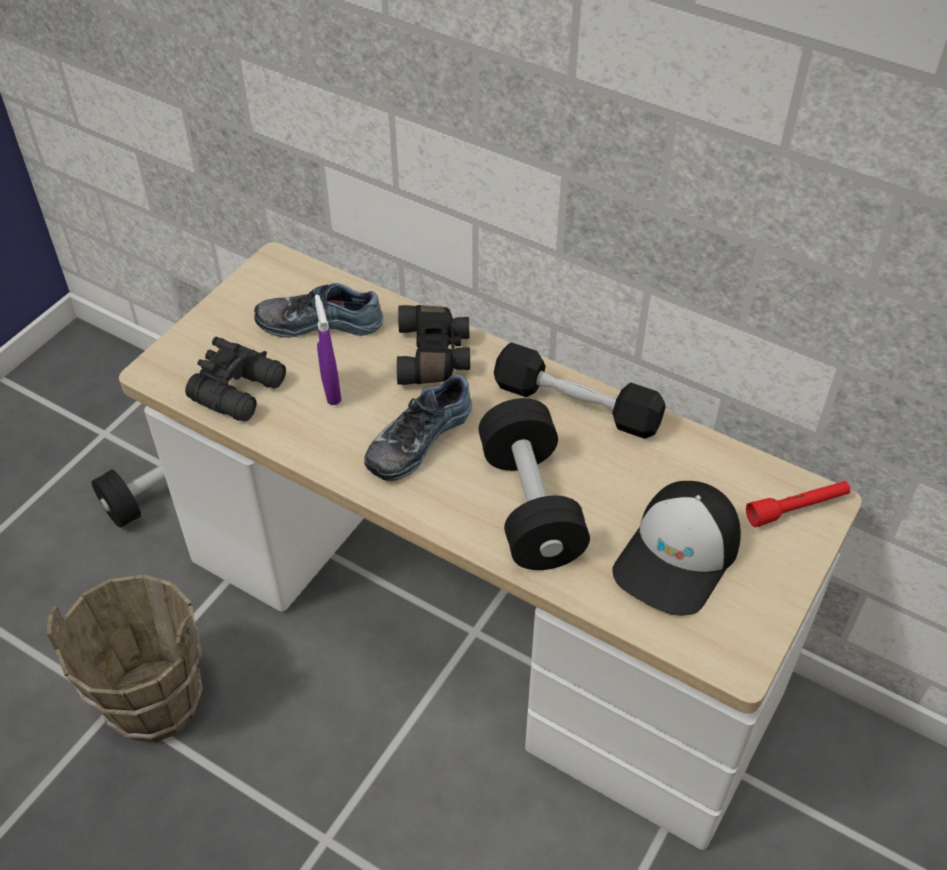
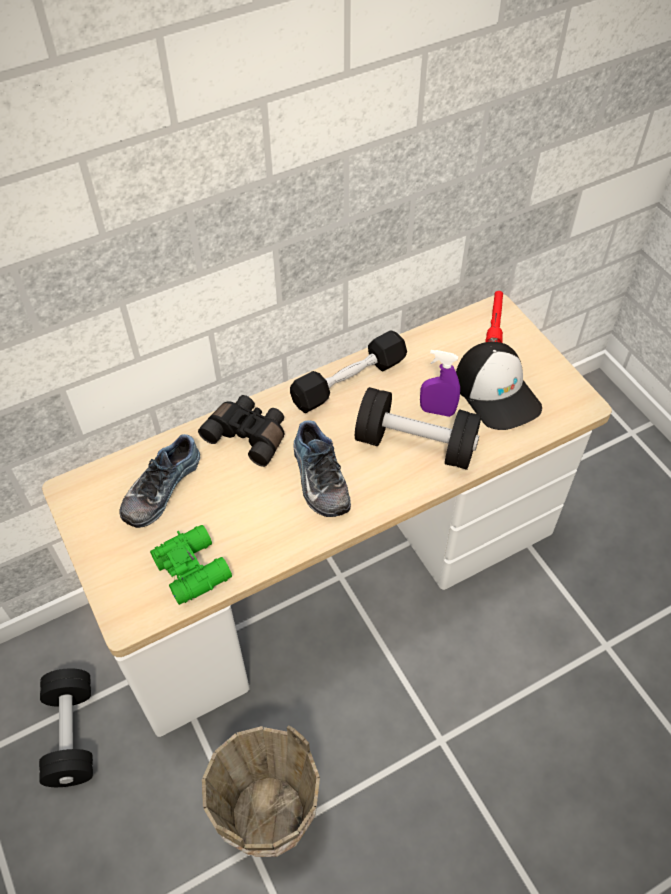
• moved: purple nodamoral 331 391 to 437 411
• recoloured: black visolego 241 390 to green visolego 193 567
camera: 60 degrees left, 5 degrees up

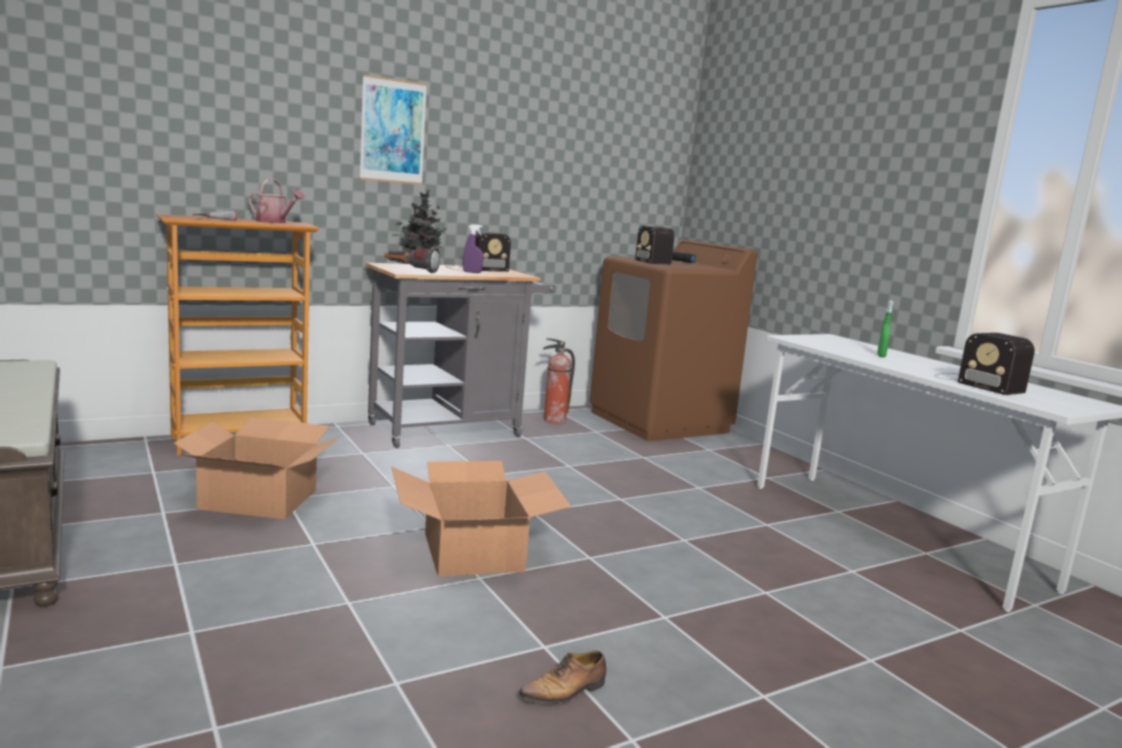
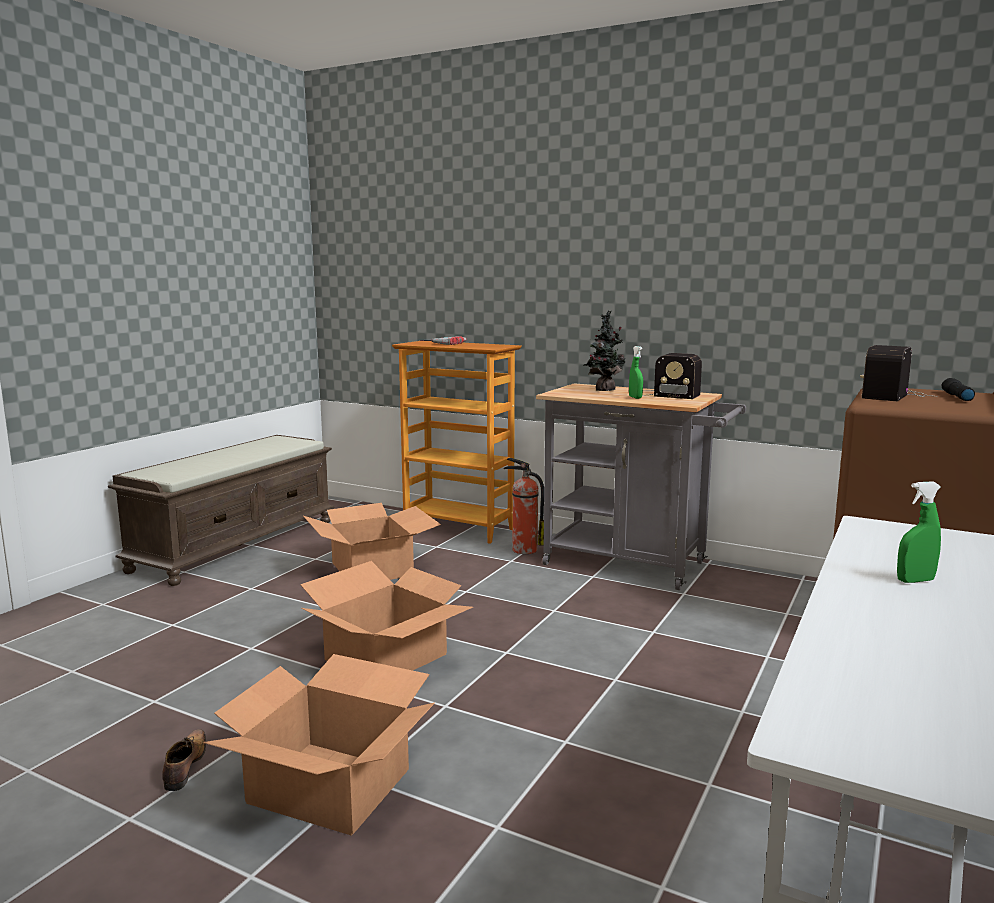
• removed: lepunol 393 131
• removed: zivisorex 275 222
• recoloured: purple nodamoral 472 272 to green nodamoral 635 397
• removed: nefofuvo 410 270
• removed: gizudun 975 383
• moved: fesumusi 553 420 to 523 549
• turned: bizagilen 565 691 = 185 766 60 degrees clockwise
• added: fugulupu 330 785
camera: 60 degrees right, 0 degrees up

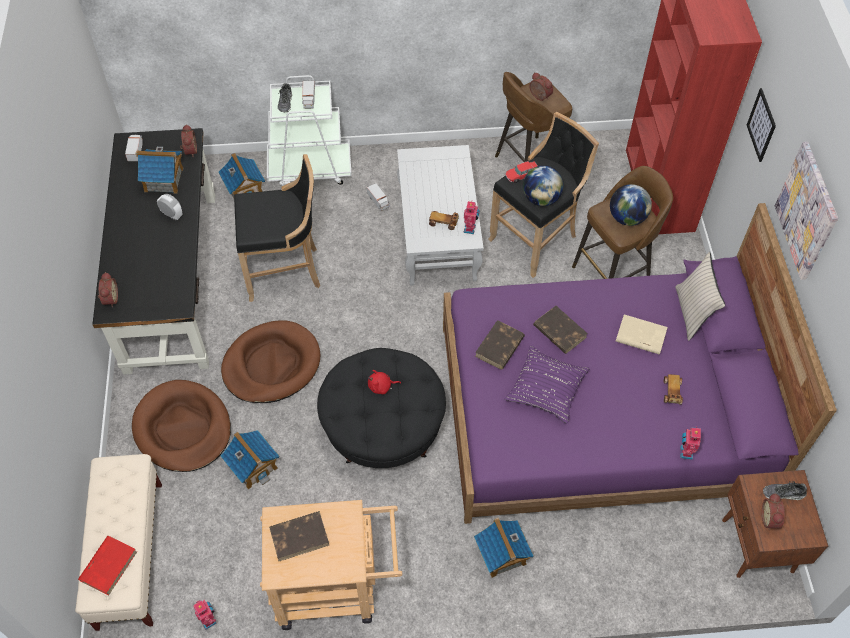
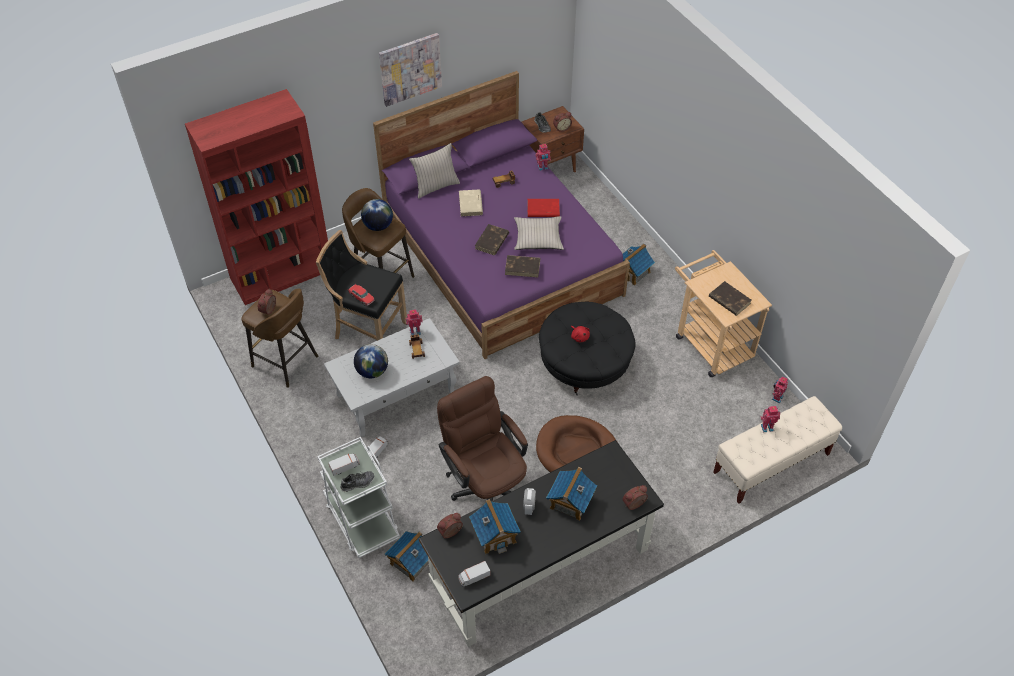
• removed: lepunol 761 125
• replaced: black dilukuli 285 271 to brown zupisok 485 484
• moved: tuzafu 541 199 to 372 371
• recoloured: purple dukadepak 546 388 to beige dukadepak 538 238
• removed: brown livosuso 183 428
• moved: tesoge 253 466 to 570 502
• moved: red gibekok 108 565 to 543 210
• added: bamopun 766 427
camera: 115 degrees left, 5 degrees down

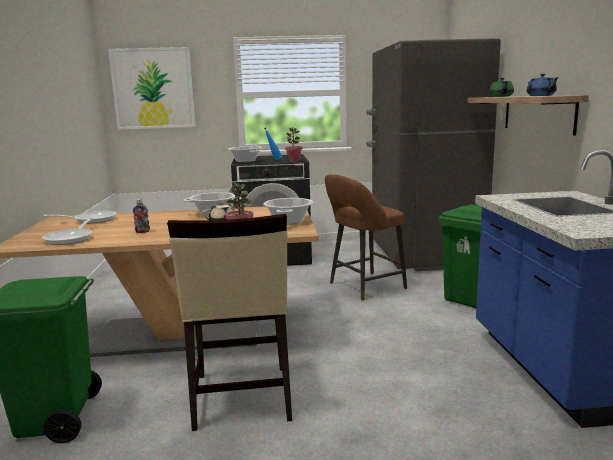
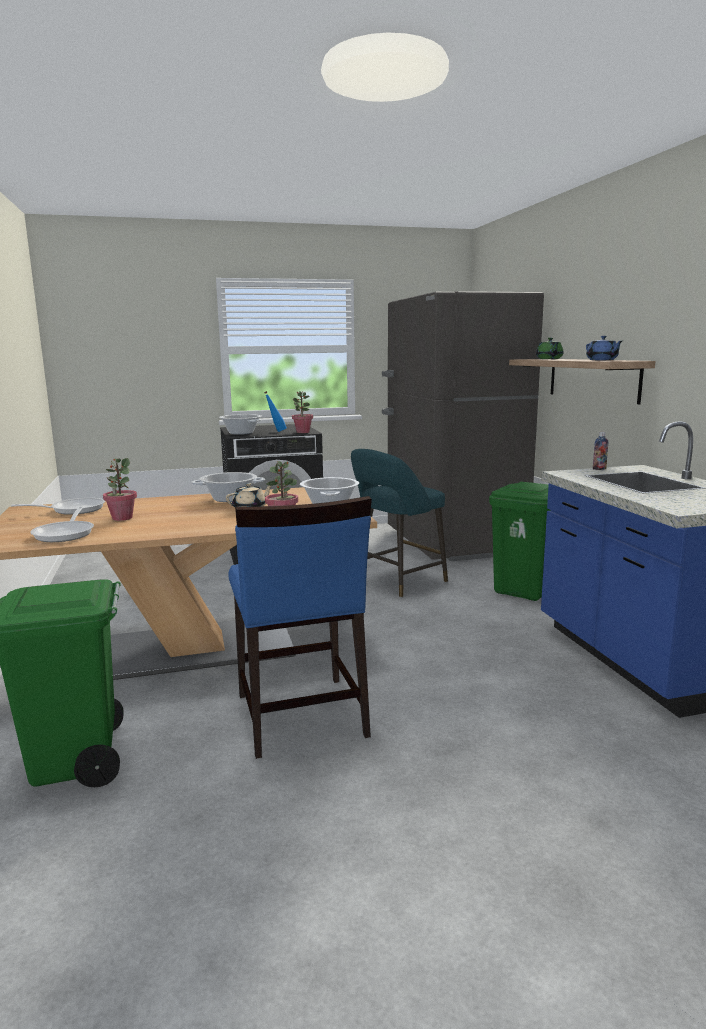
• removed: lepunol 153 88
• recoloured: brown dilukuli 363 287 to turquoise dilukuli 397 582
• moved: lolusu 142 232 to 599 469
• recoloured: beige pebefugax 241 397 to blue pebefugax 300 716
• added: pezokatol 122 518
camera: 10 degrees left, 0 degrees up

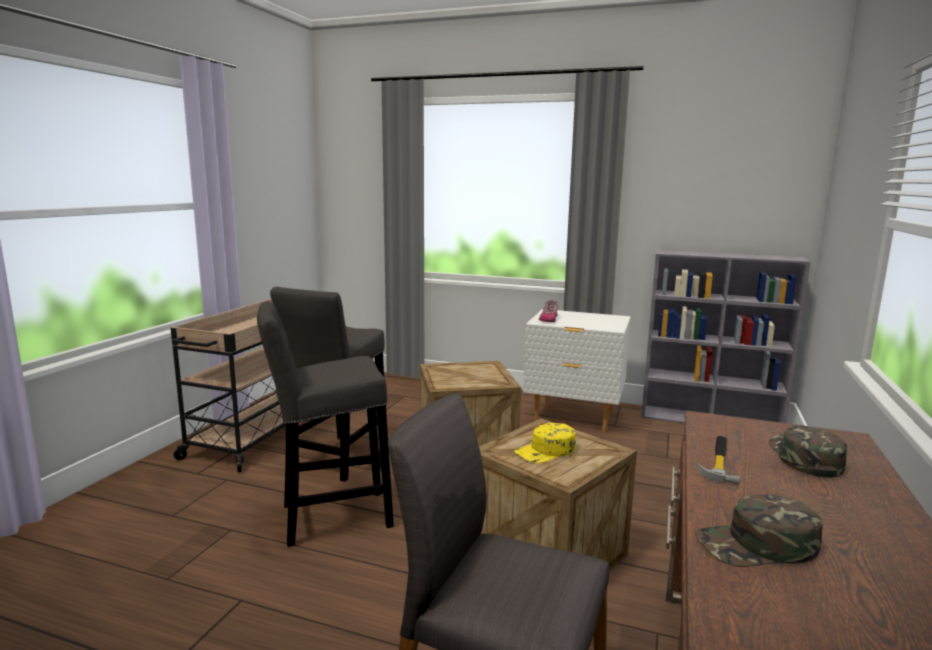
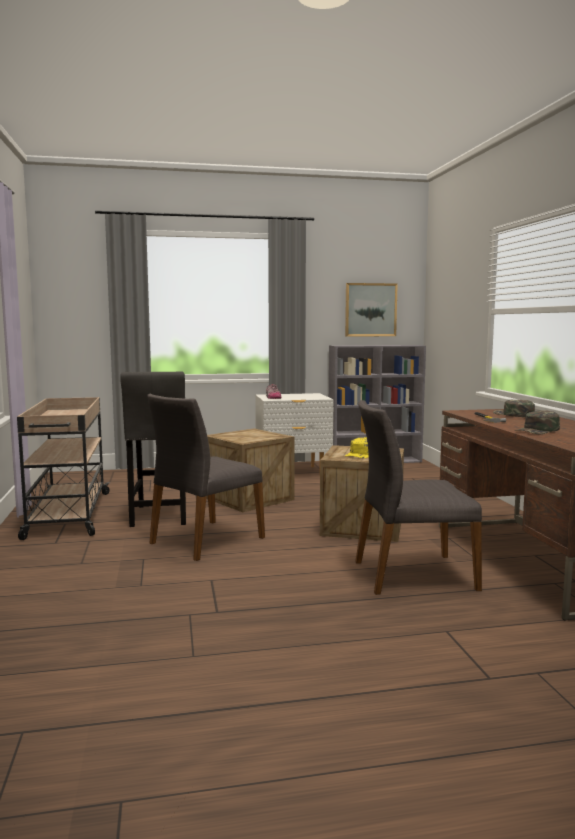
• replaced: grey dilukuli 329 517 to grey pebefugax 205 540
• added: lepunol 370 310
camera: 30 degrees left, 5 degrees down

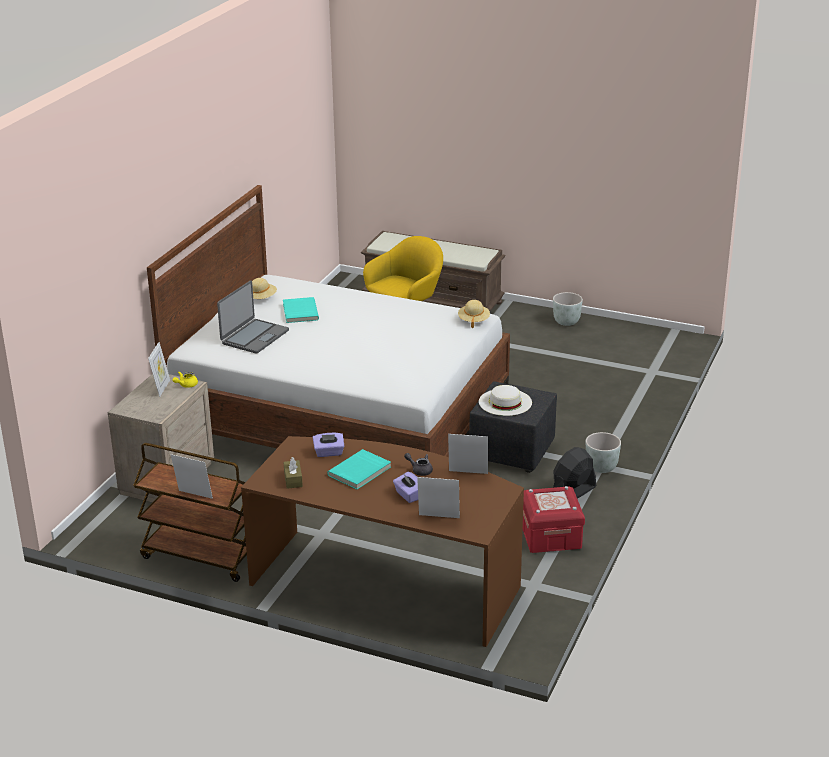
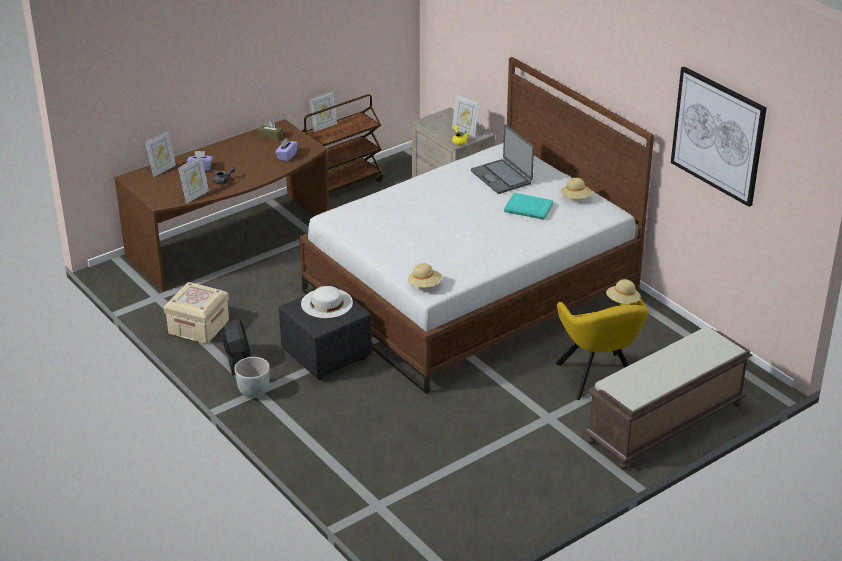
• removed: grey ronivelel 566 322
• removed: turquoise gibekok 360 471
• recoloured: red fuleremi 550 536 to beige fuleremi 199 327
• added: lepunol 718 135
• added: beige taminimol 622 301
camera: 120 degrees right, 5 degrees up

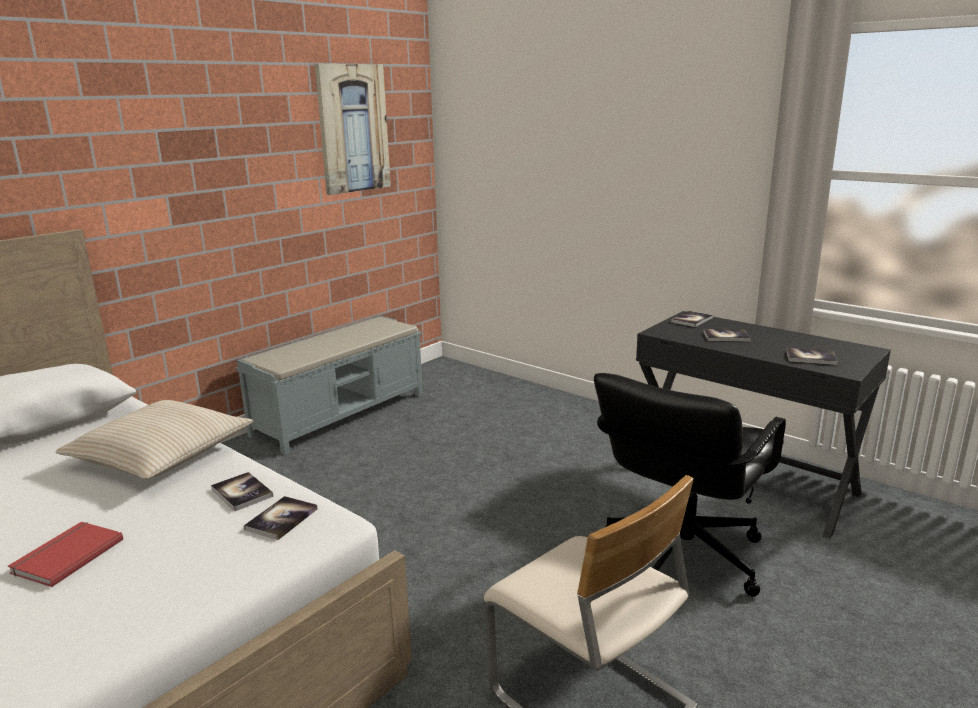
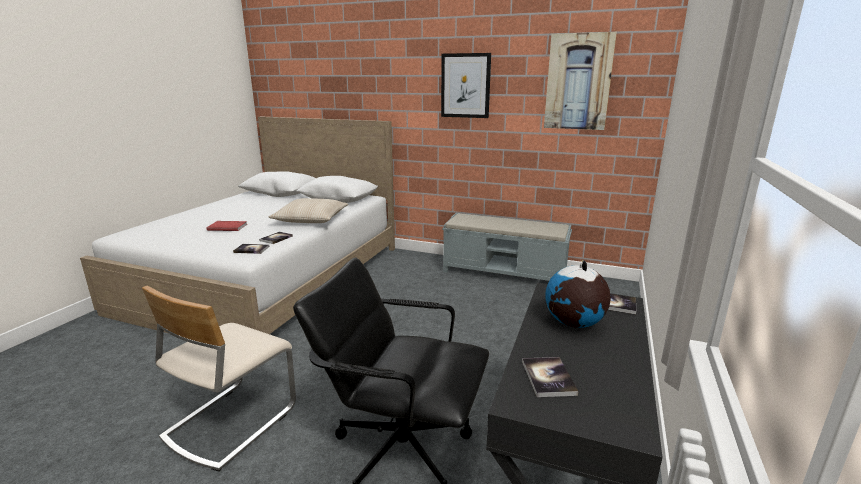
• replaced: gibekok 726 336 to tuzafu 574 323
• added: lepunol 465 86
camera: 70 degrees right, 0 degrees up

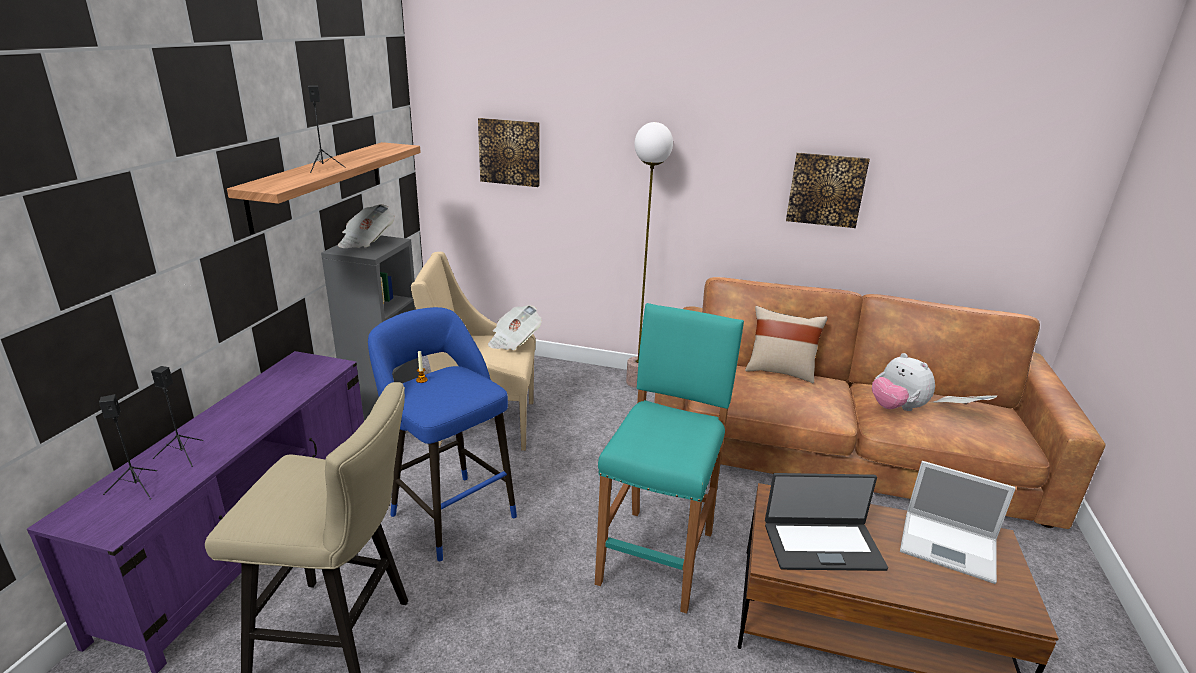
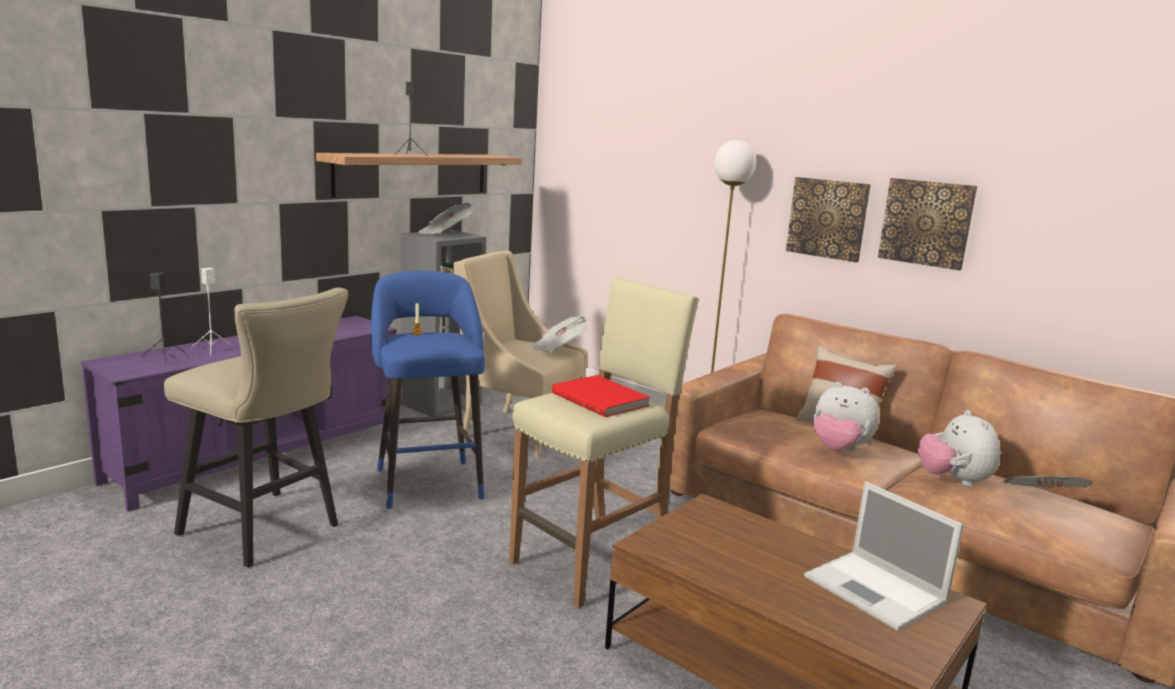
• moved: lepunol 510 152 to 828 218
• recoloured: turquoise dilukuli 658 556 to beige dilukuli 592 561
• recoloured: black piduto 183 455 to white piduto 212 349
• removed: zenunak 822 545
• added: red gibekok 601 399
• added: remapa 839 449
camera: 25 degrees right, 10 degrees down

